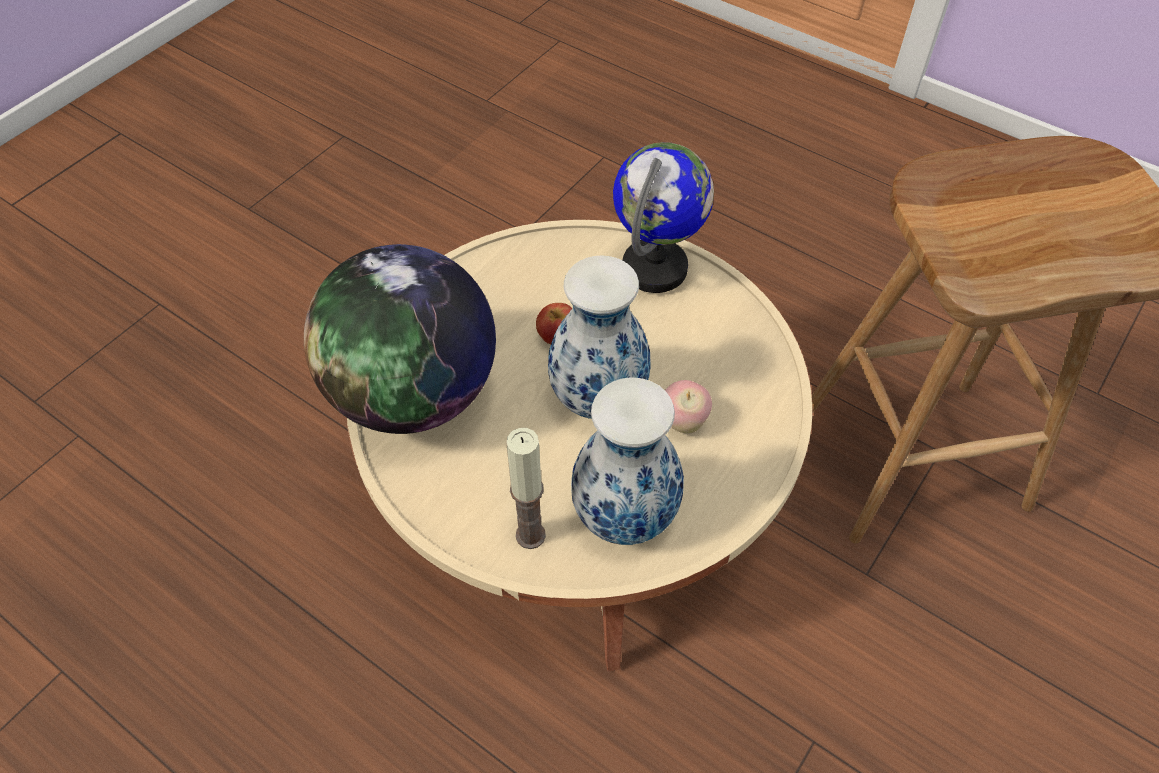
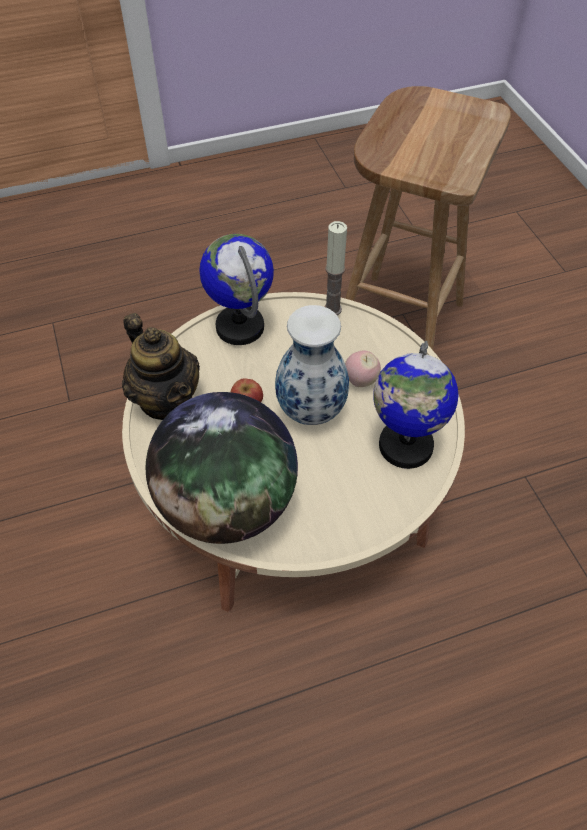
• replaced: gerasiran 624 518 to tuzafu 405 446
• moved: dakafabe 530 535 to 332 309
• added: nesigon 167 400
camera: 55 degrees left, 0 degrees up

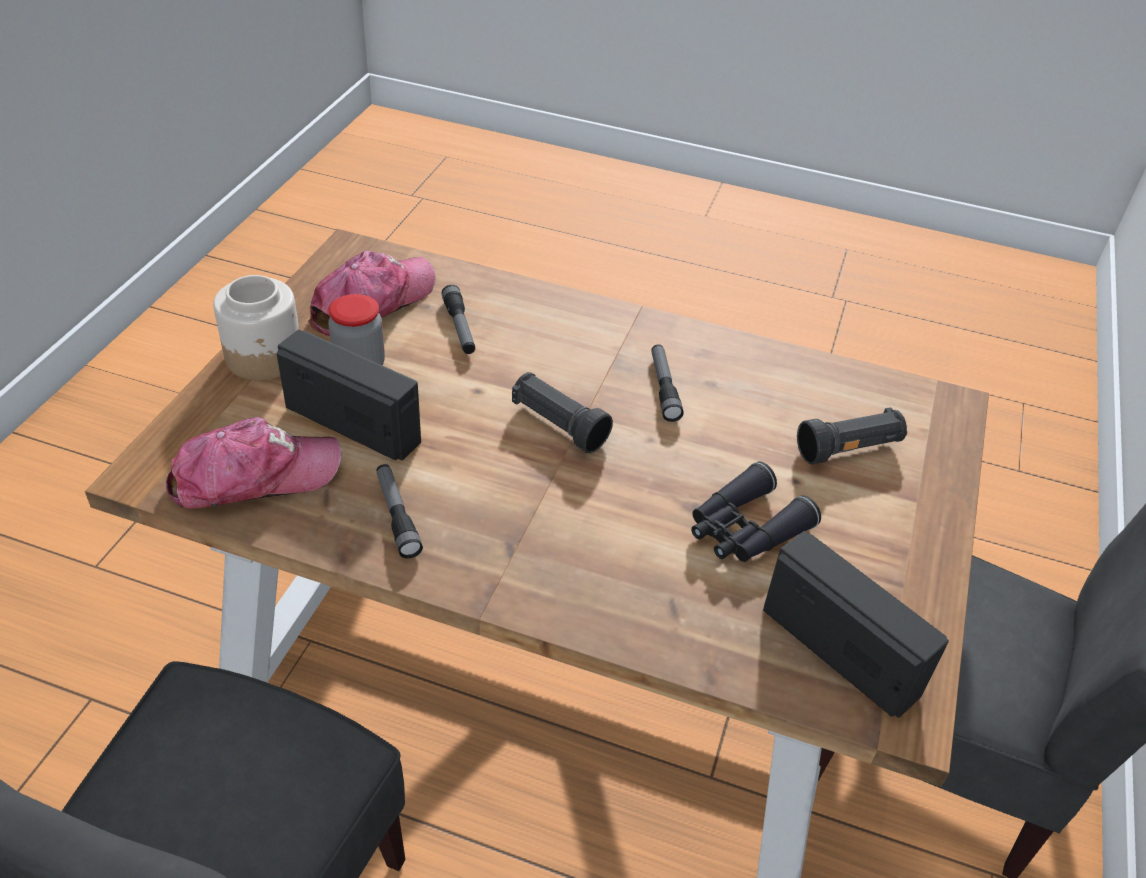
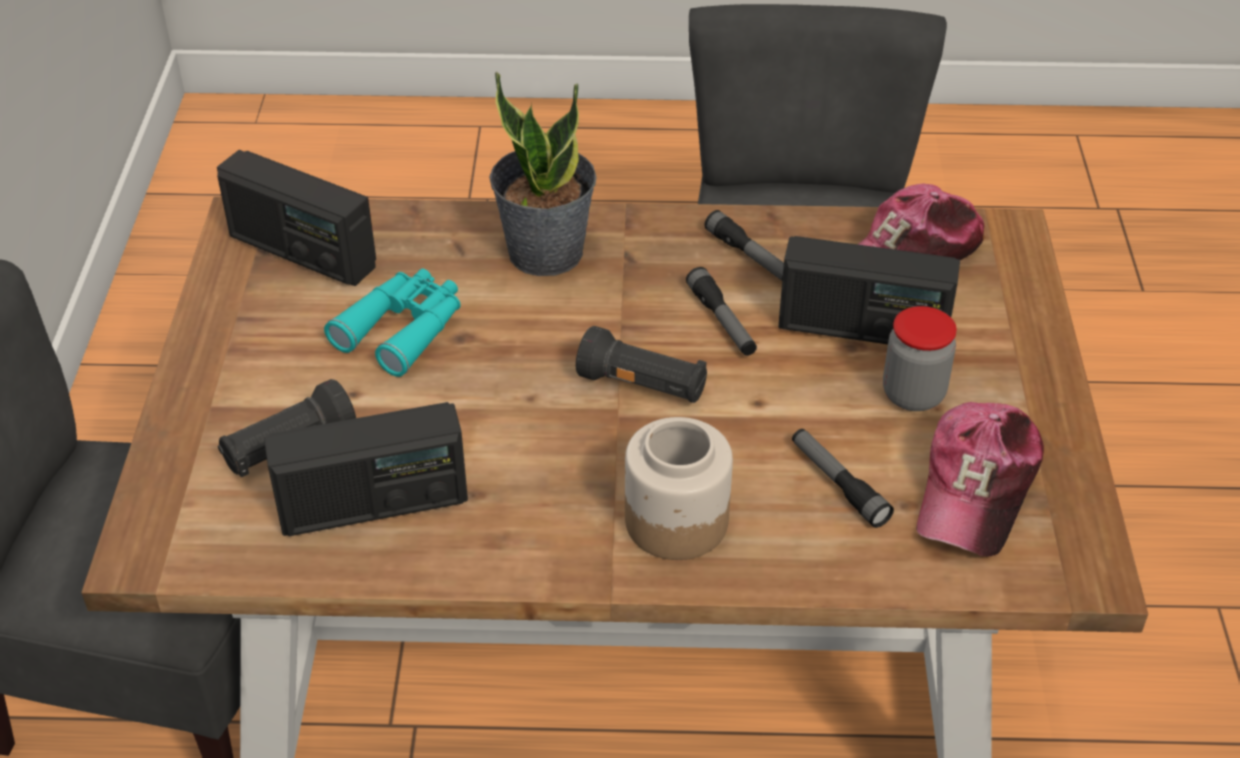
• moved: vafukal 265 357 to 675 521
• moved: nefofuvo 663 388 to 722 321
• recoloured: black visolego 744 529 to turquoise visolego 403 329
• added: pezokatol 545 251
• added: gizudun 373 505
camera: 165 degrees right, 0 degrees up

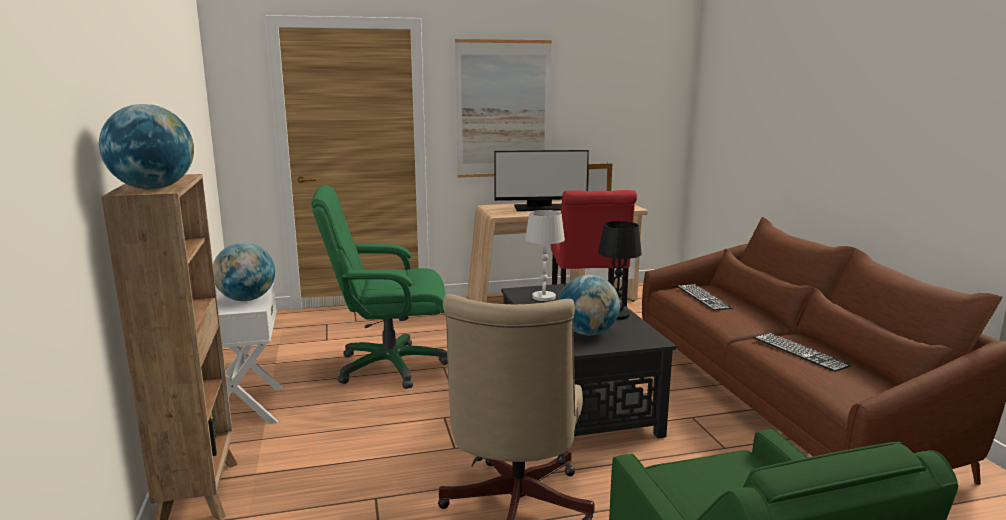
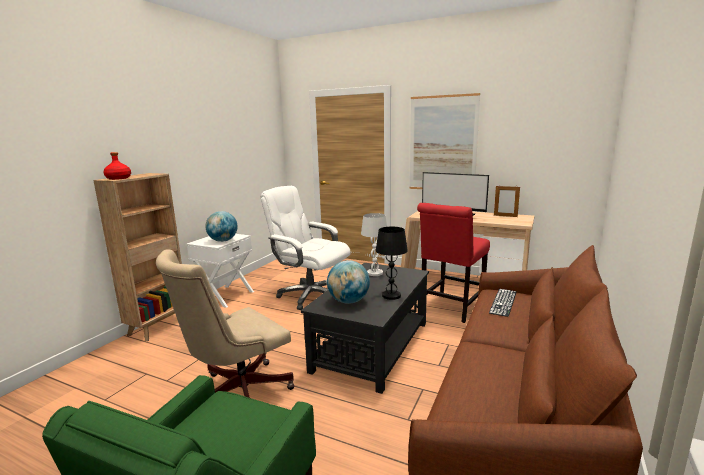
• replaced: tuzafu 153 188 to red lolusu 118 178
• recoloured: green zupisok 389 366 to white zupisok 310 295
• removed: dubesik 800 351
camera: 40 degrees right, 0 degrees up

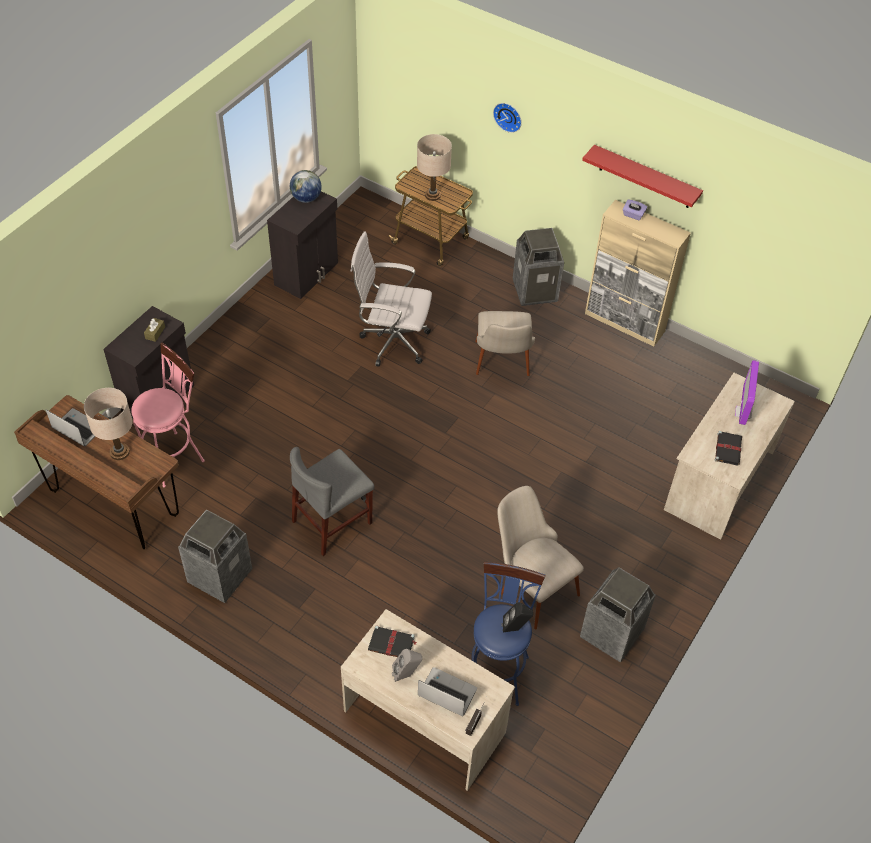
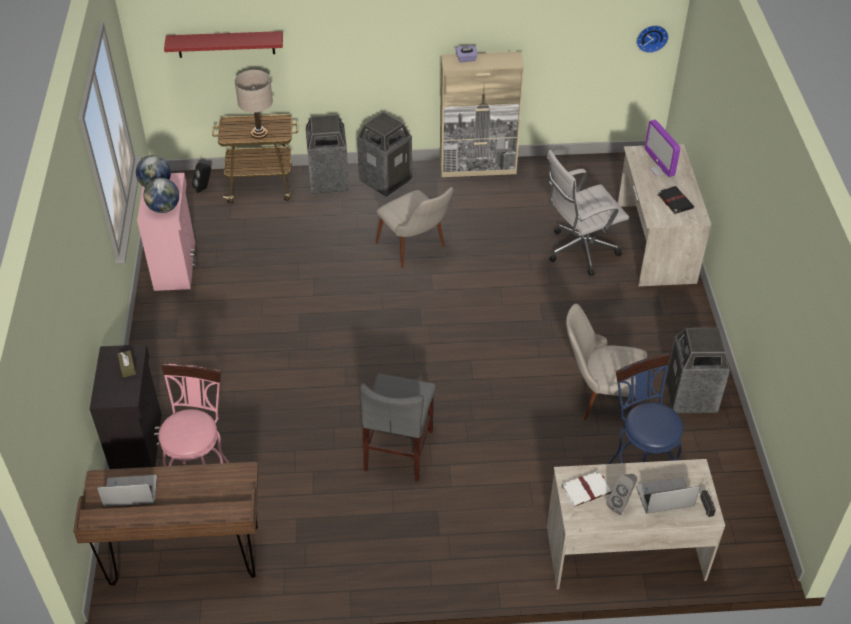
• moved: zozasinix 508 116 to 651 37
• moved: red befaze 645 177 to 226 44
• recoloured: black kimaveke 307 274 to pink kimaveke 176 265
• moved: white zupisok 391 342 to 579 251
• removed: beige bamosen 120 452
• moved: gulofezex 219 576 to 329 181
• moved: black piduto 515 628 to 204 188
• recoloured: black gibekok 392 644 to white gibekok 586 489
• added: tuzafu 164 208
camera: 35 degrees left, 5 degrees down

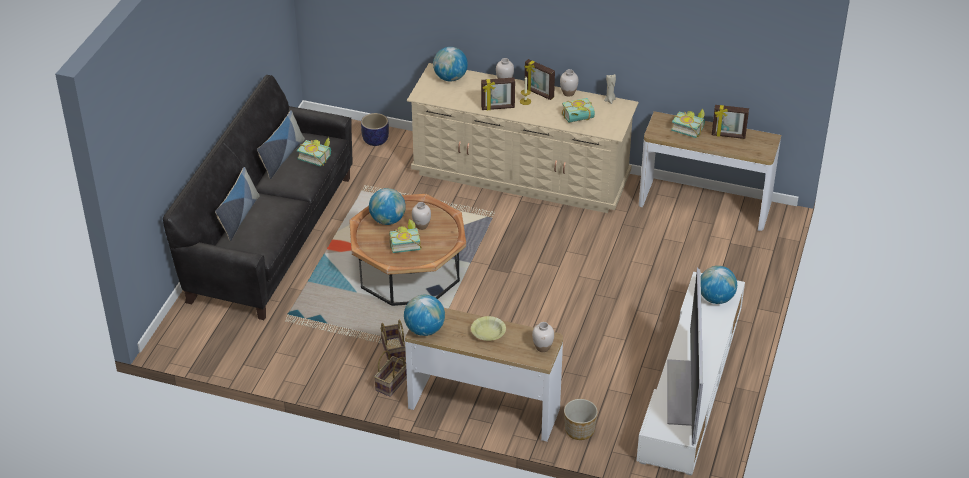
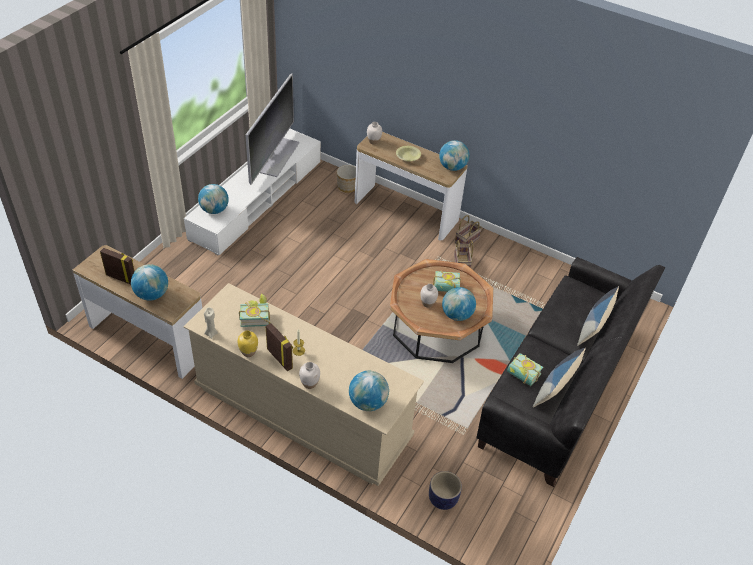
• recoloured: white gerasiran 568 93 to yellow gerasiran 248 352
• removed: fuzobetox 498 108
• replaced: gibekok 688 128 to tuzafu 152 294
camera: 170 degrees left, 5 degrees up

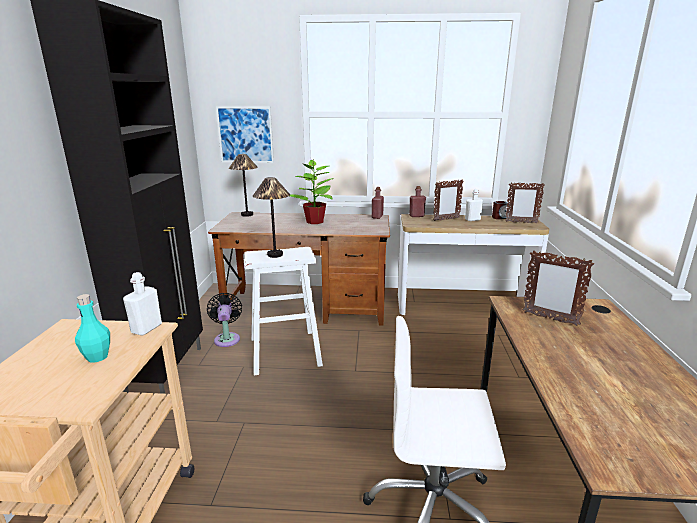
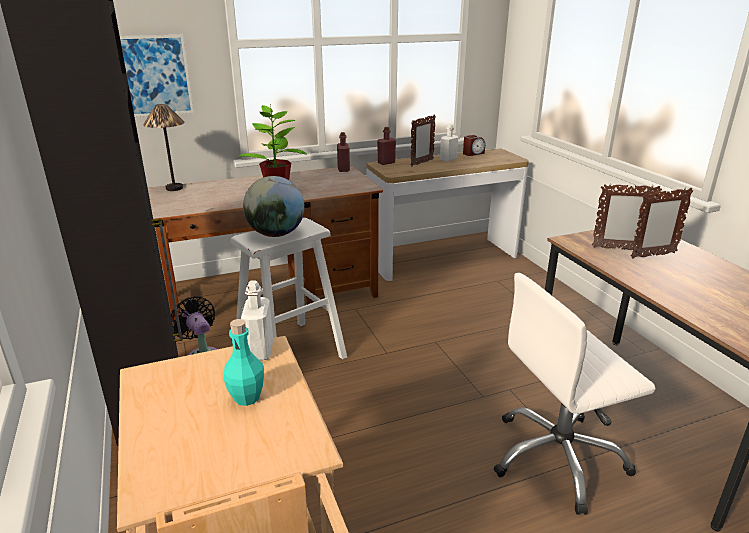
• replaced: bamosen 275 255 to tuzafu 276 234
• moved: fuzobetox 521 222 to 652 255
camera: 25 degrees left, 5 degrees up

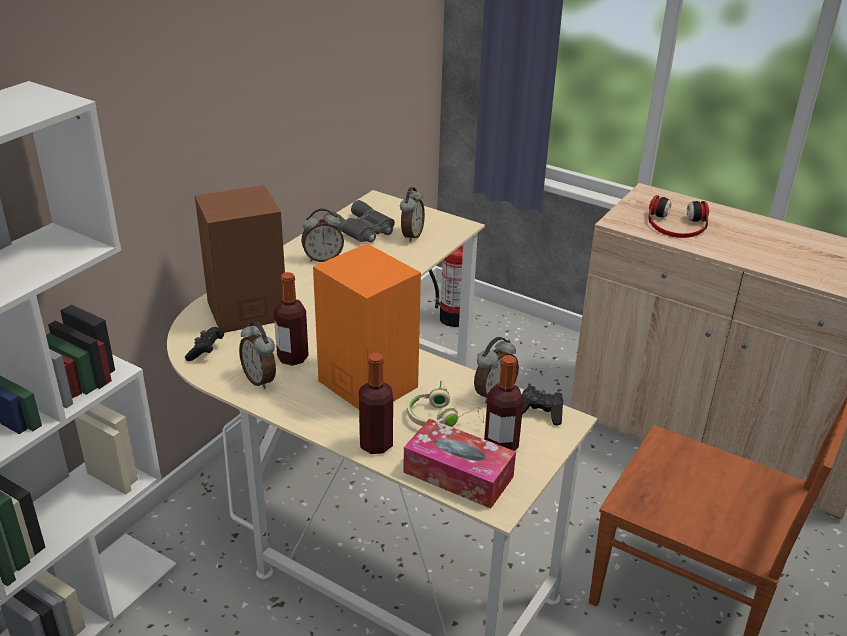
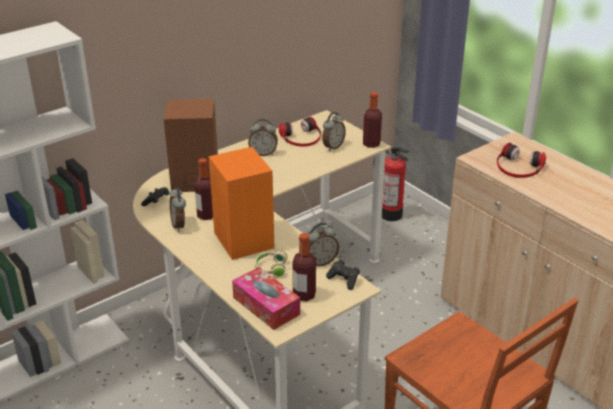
• replaced: grey visolego 362 230 to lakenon 301 137
• moved: lolusu 376 444 to 371 144
camera: 20 degrees right, 0 degrees up

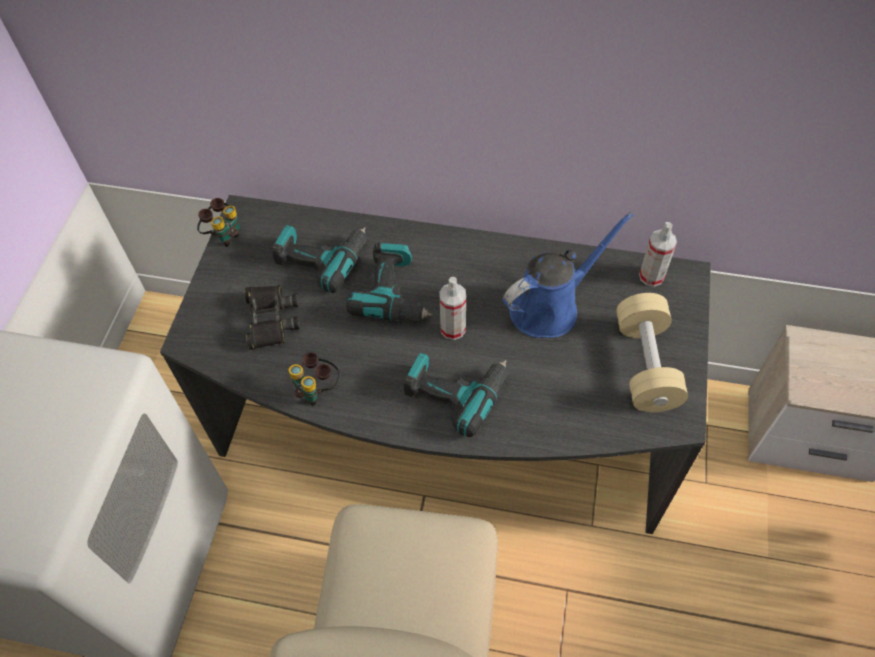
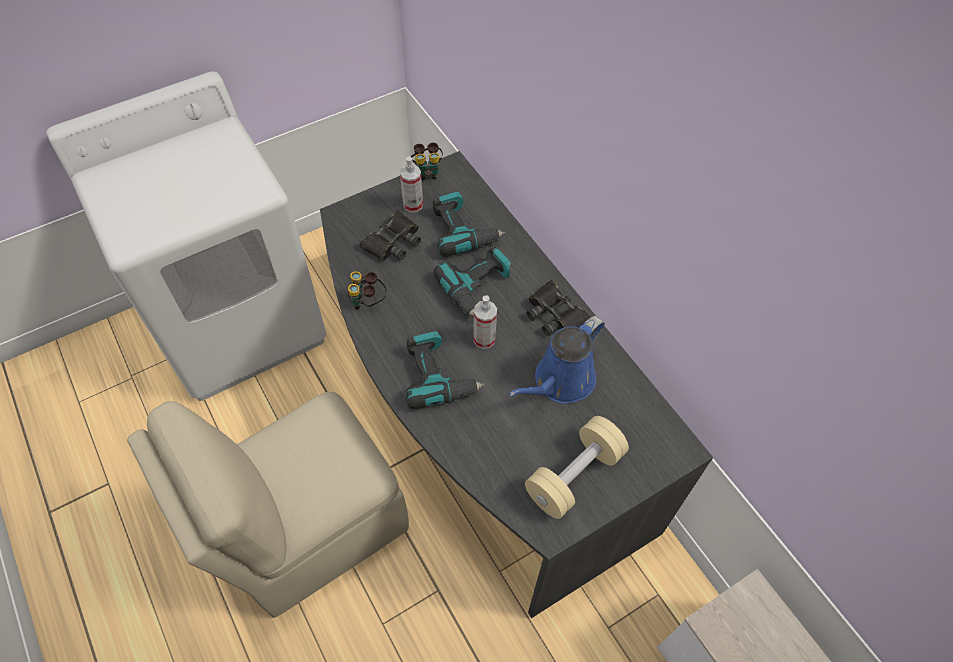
• turned: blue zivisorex 549 307 = 560 382 120 degrees clockwise
• moved: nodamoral 651 276 to 413 205
• added: black visolego 555 314
camera: 45 degrees right, 0 degrees up

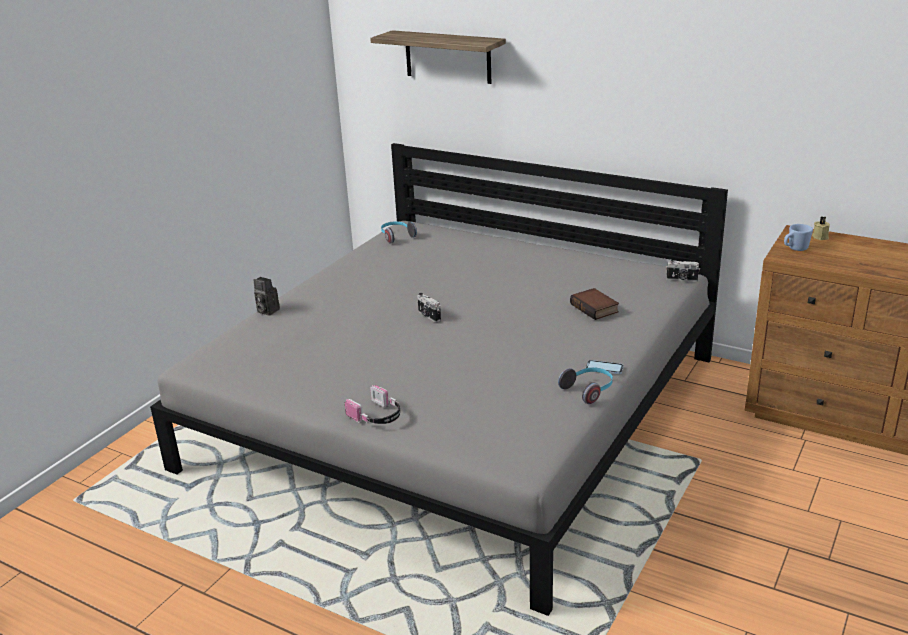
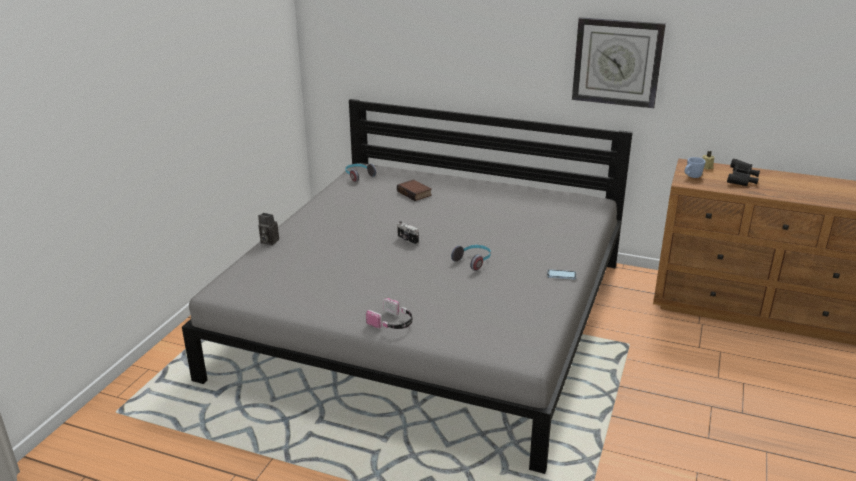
• removed: befaze 447 57
• removed: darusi 682 279
• moved: gibekok 595 308 to 415 193
• moved: lakenon 589 390 to 473 261
• added: zozasinix 617 62
• added: black visolego 741 180
camera: 10 degrees left, 0 degrees up

